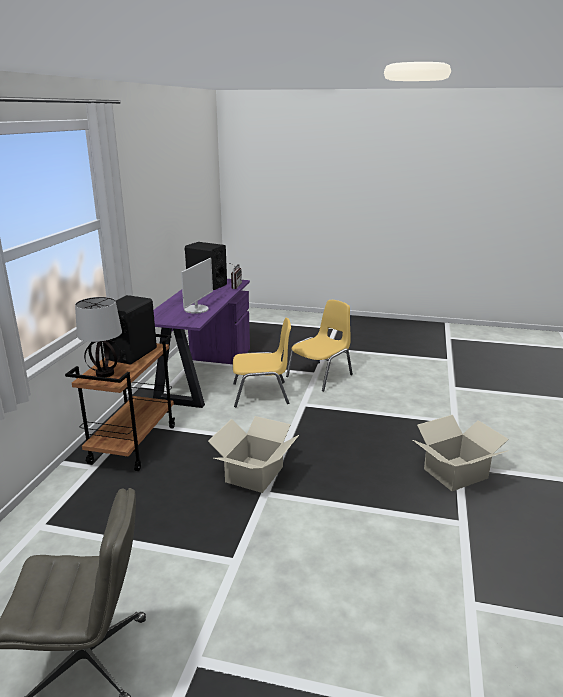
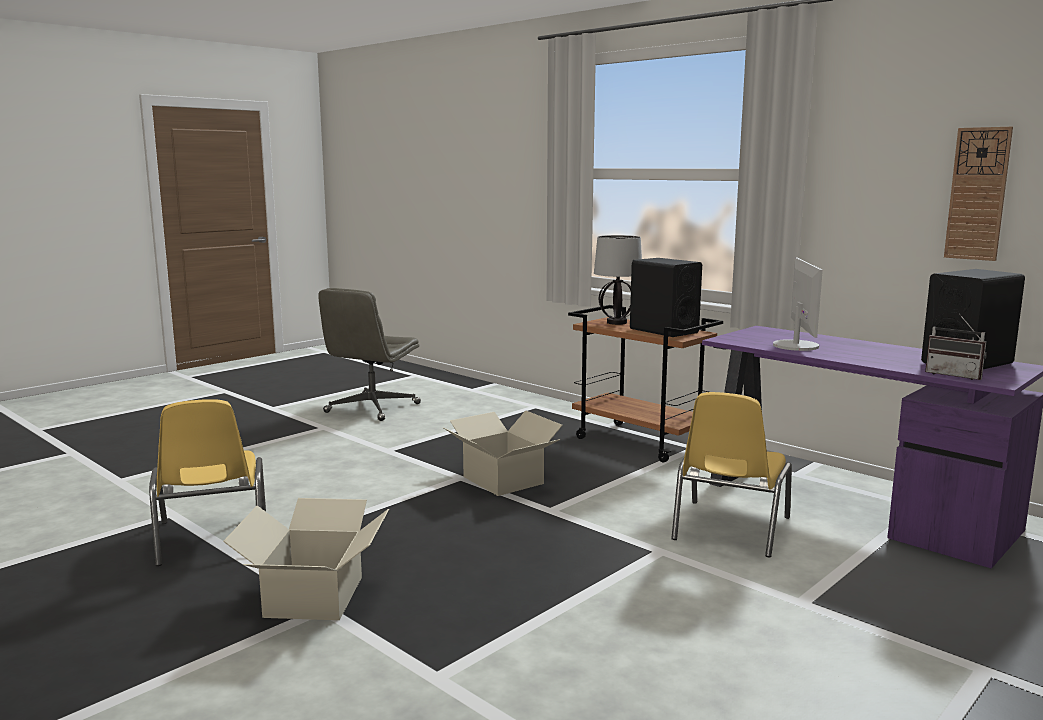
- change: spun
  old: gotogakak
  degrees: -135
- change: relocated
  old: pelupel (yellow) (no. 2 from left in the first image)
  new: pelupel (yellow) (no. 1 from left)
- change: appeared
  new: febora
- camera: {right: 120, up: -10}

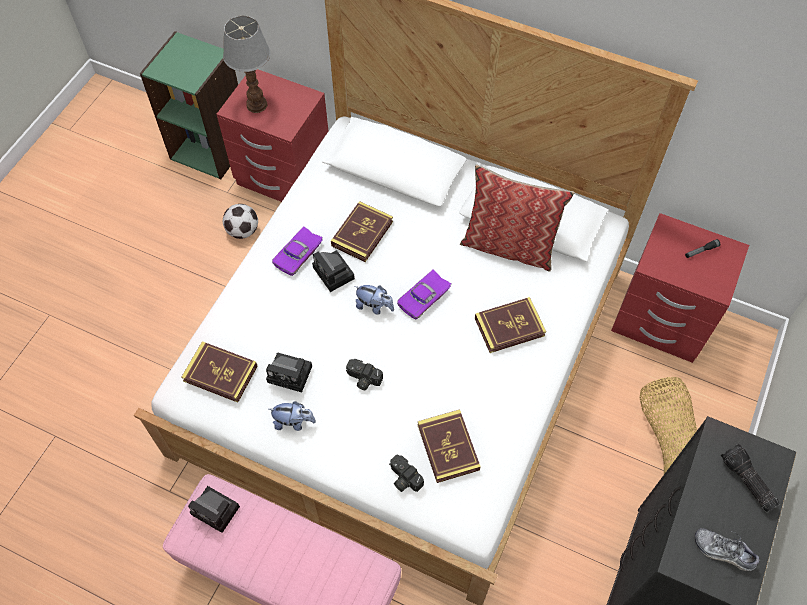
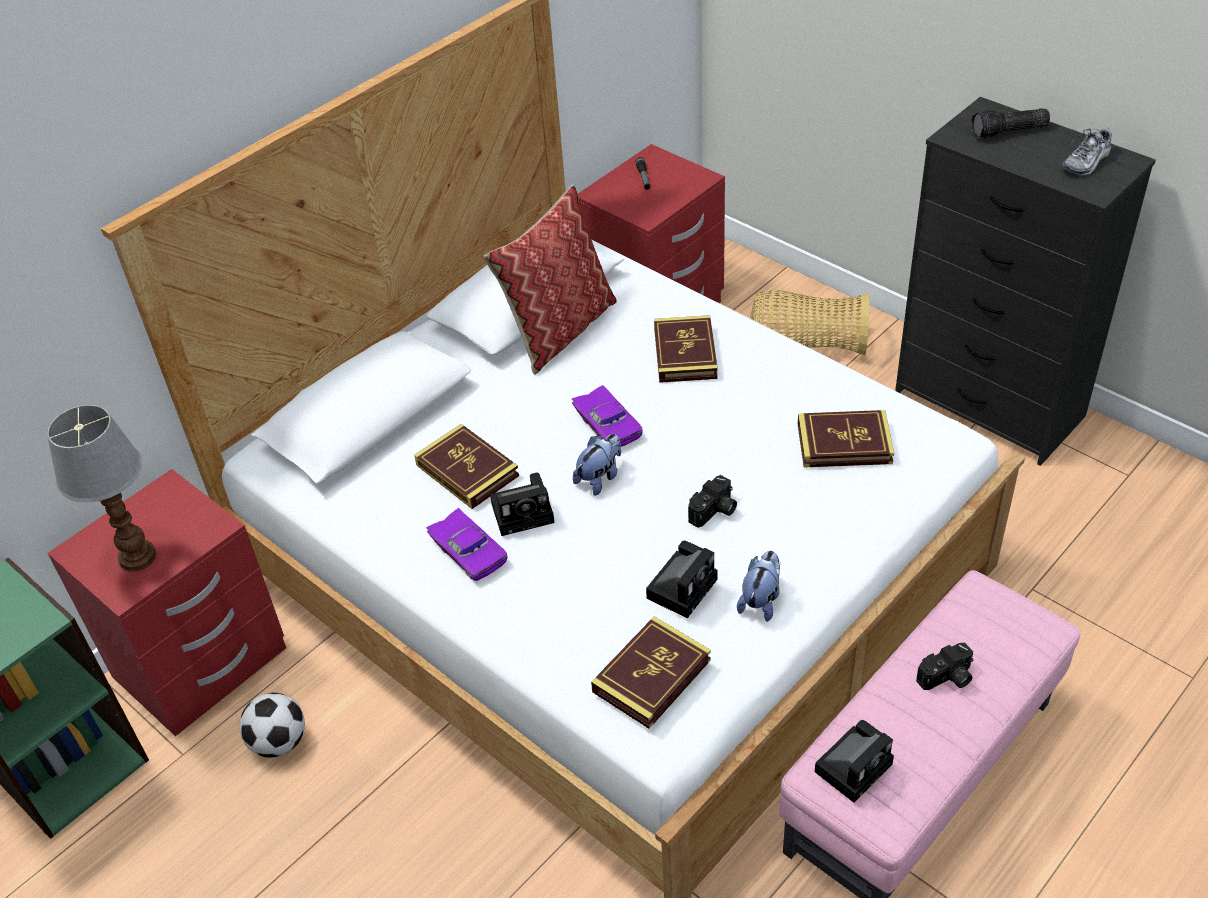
- change: relocated
  old: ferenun (no. 5 from left)
- camera: {right: -70, up: -15}

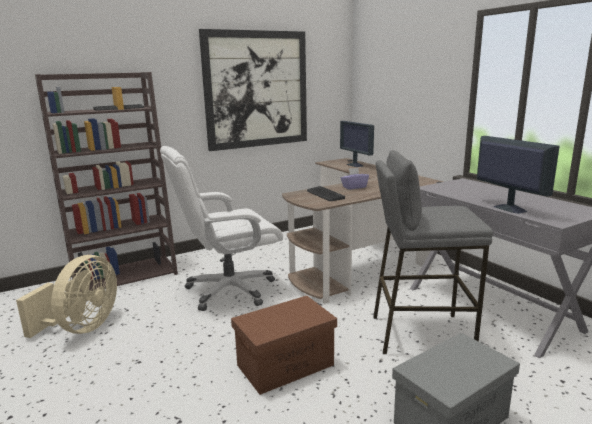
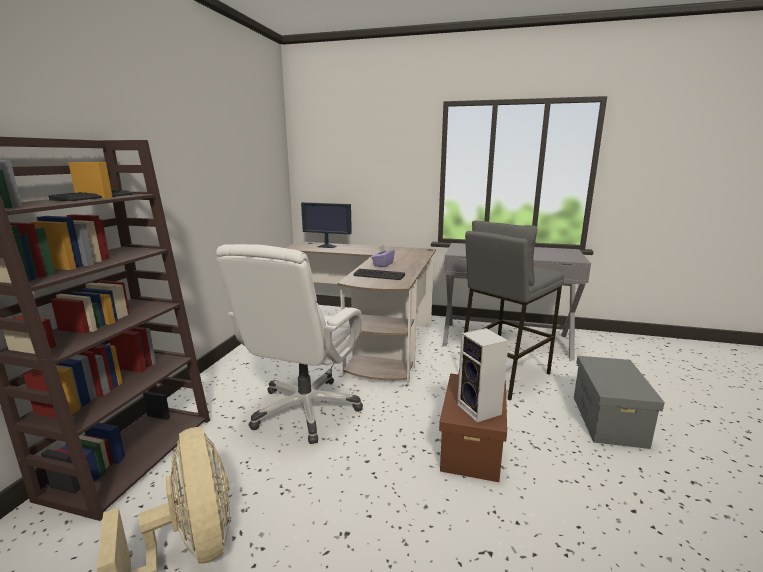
- change: missing
  old: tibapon
- change: missing
  old: gotogakak (no. 2 from left)
- change: appeared
  new: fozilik
- camera: {right: -45, up: 0}

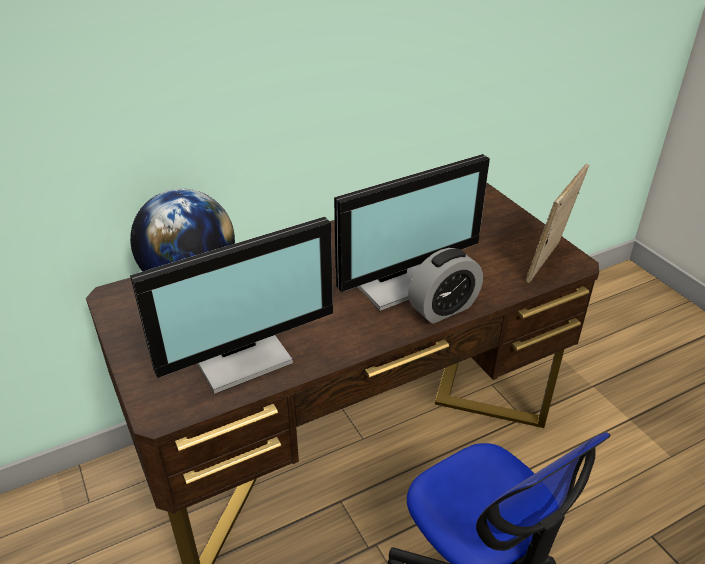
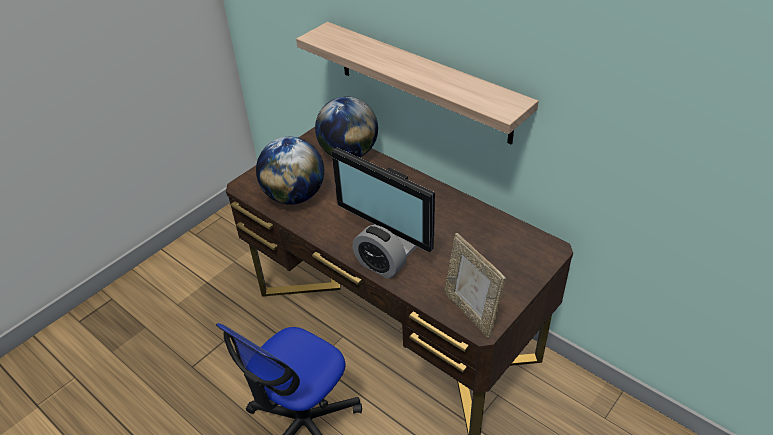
- change: exchanged
  old: gotogakak (no. 1 from left)
  new: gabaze (no. 1 from left)
- change: spun
  old: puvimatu
  degrees: -135
- change: appeared
  new: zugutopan
- camera: {right: 70, up: 5}

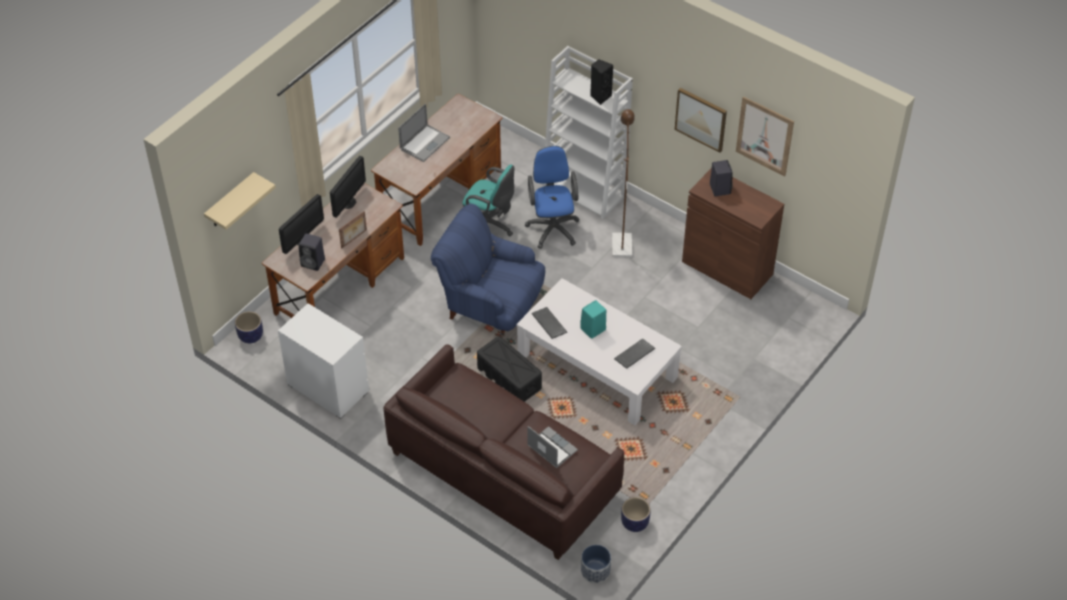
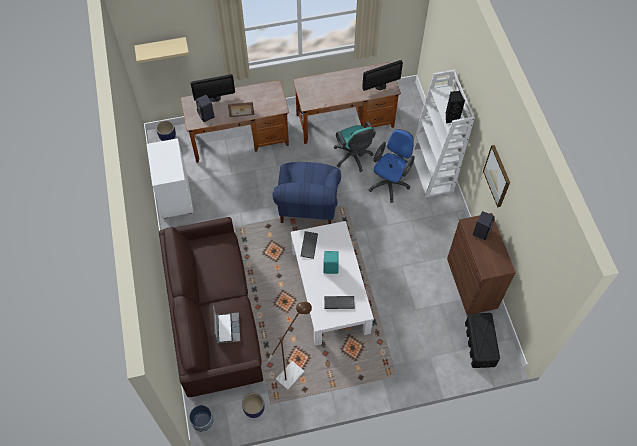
- change: relocated
  old: gotogakak (no. 2 from left)
- change: missing
  old: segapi (no. 1 from left)
- change: spun
  old: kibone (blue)
  degrees: -150
- change: relocated
  old: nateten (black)
- change: relocated
  old: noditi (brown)
- change: missing
  old: tibapon (no. 2 from left)
- camera: {right: 40, up: 10}

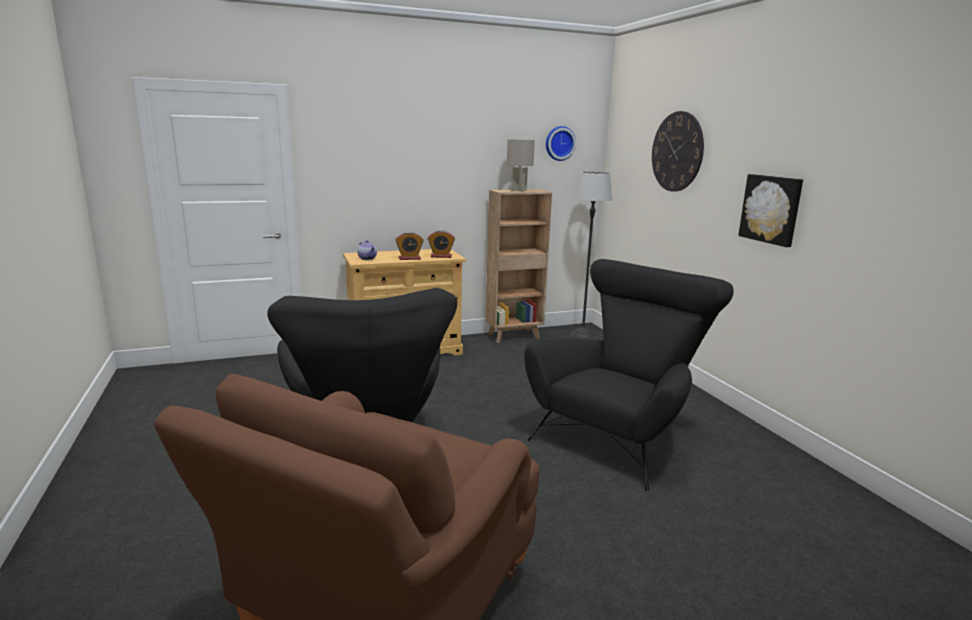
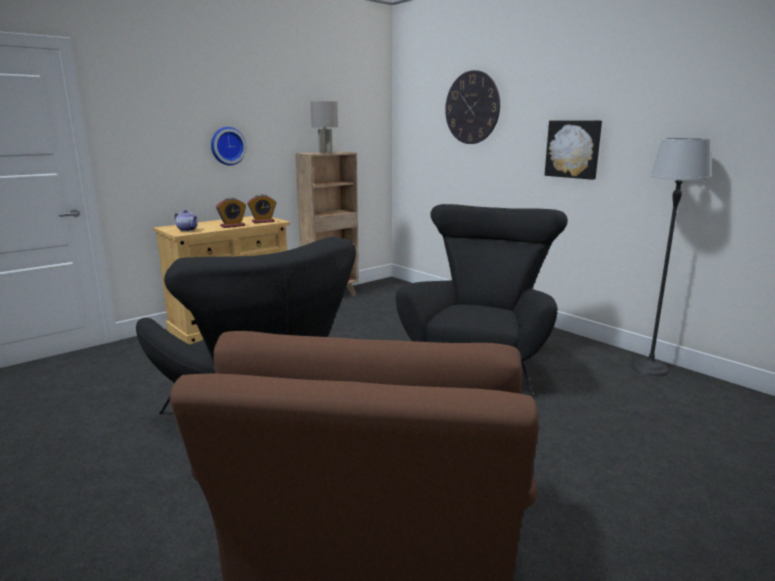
- change: relocated
  old: febora (no. 1 from left)
- change: relocated
  old: noditi
- camera: {right: -20, up: 0}

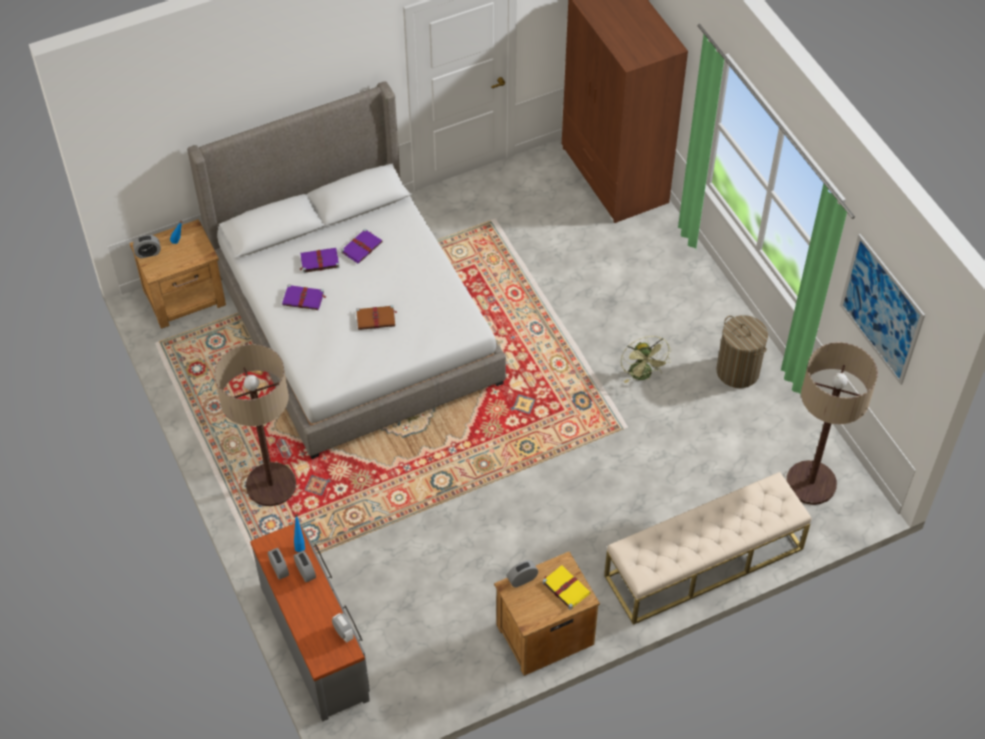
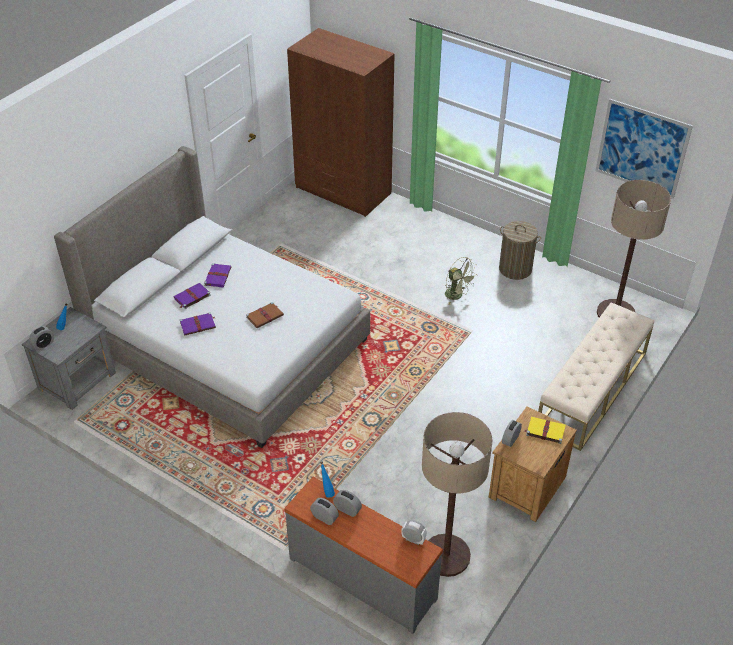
- change: colour
  old: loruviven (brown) (no. 1 from left)
  new: loruviven (grey)
- change: relocated
  old: noditi (no. 1 from left)
- camera: {right: -30, up: -10}

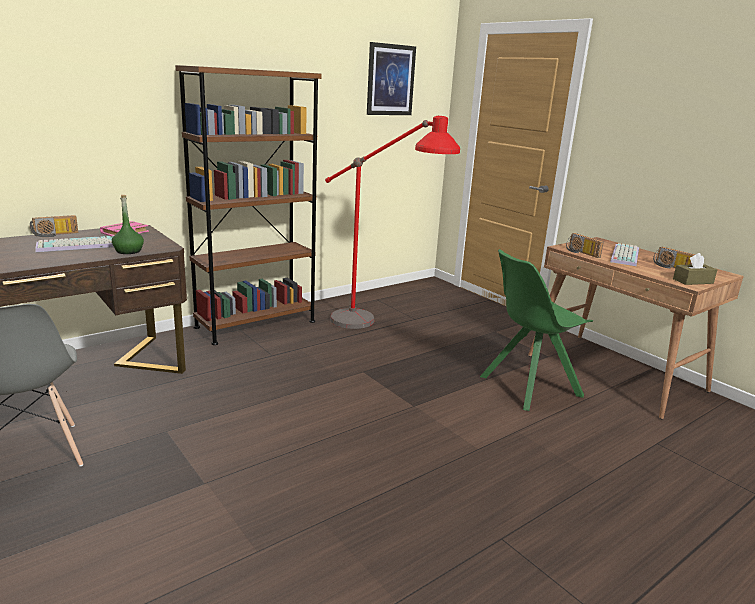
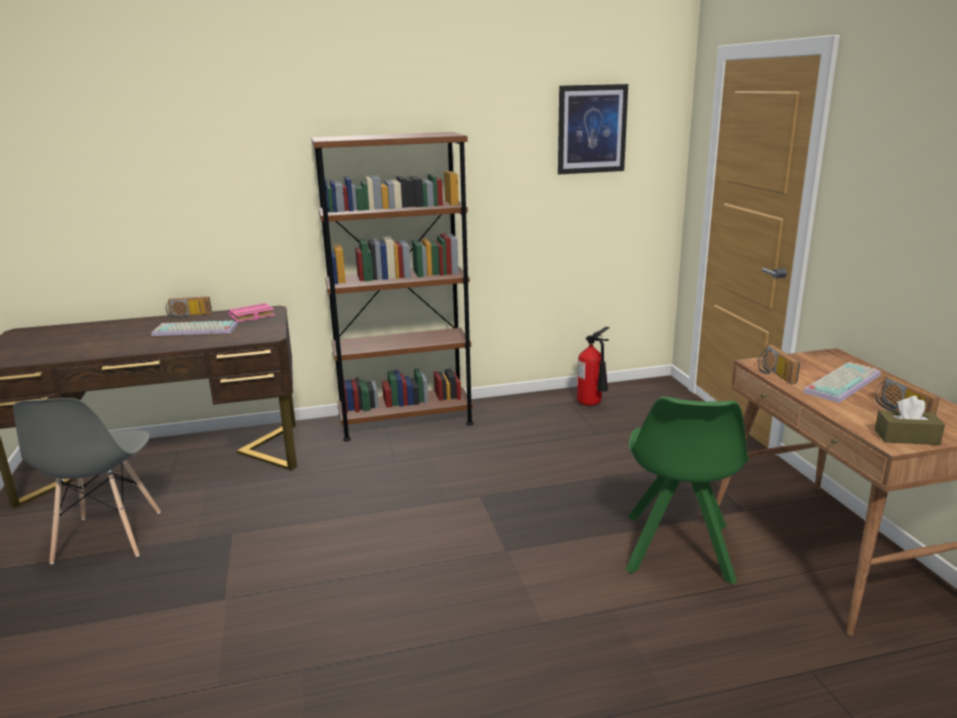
- change: missing
  old: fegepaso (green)
- change: missing
  old: noditi (red)
- change: spun
  old: pelupel (green)
  degrees: -75
- change: appeared
  new: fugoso
- camera: {right: 25, up: 0}

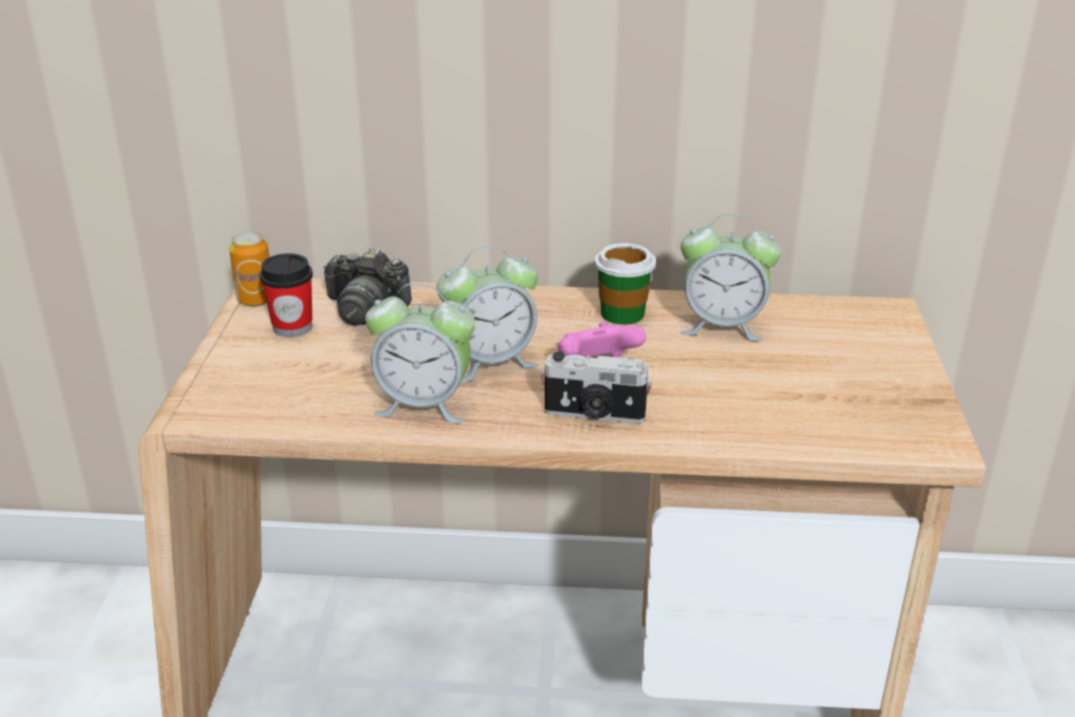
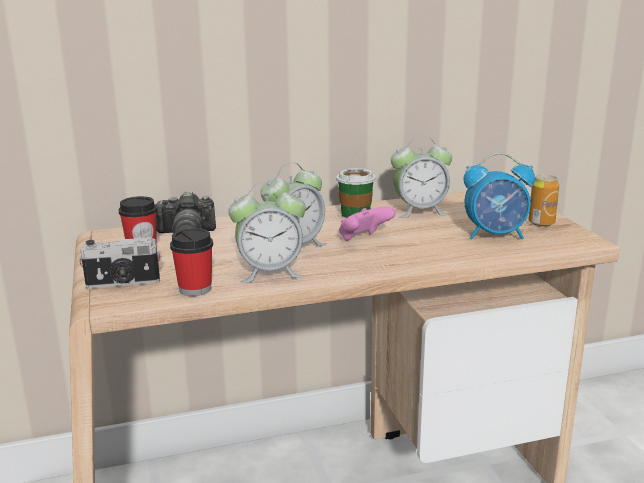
- change: relocated
  old: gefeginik
- change: relocated
  old: ferenun (no. 2 from left in the first image)
  new: ferenun (no. 1 from left)
- change: appeared
  new: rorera (no. 2 from left)
- change: appeared
  new: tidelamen (no. 4 from left)
- camera: {right: -20, up: -10}

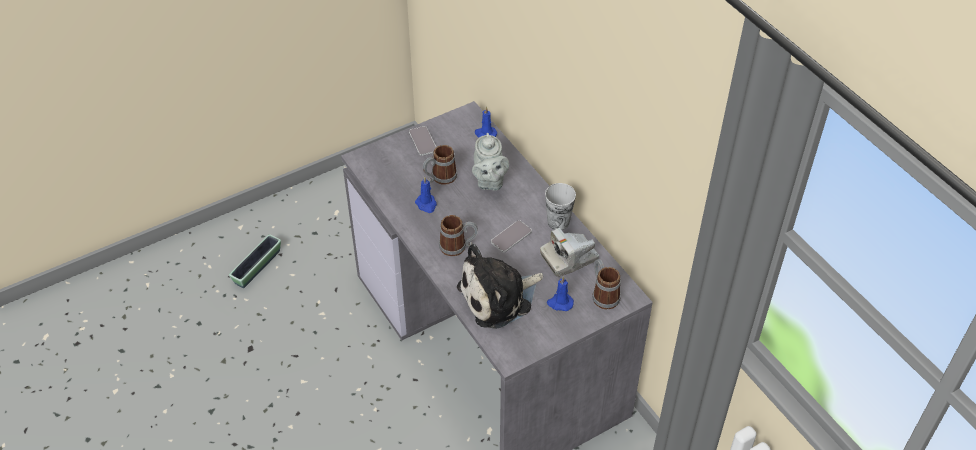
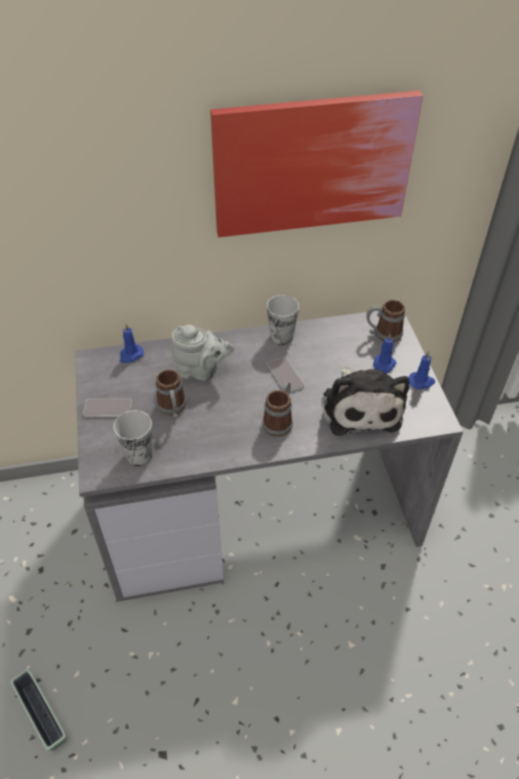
- change: relocated
  old: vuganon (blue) (no. 1 from left in the first image)
  new: vuganon (blue) (no. 3 from left)
- change: missing
  old: ferenun
- change: appeared
  new: rorera (no. 1 from left)
- change: appeared
  new: tibapon
- camera: {right: -70, up: 0}

